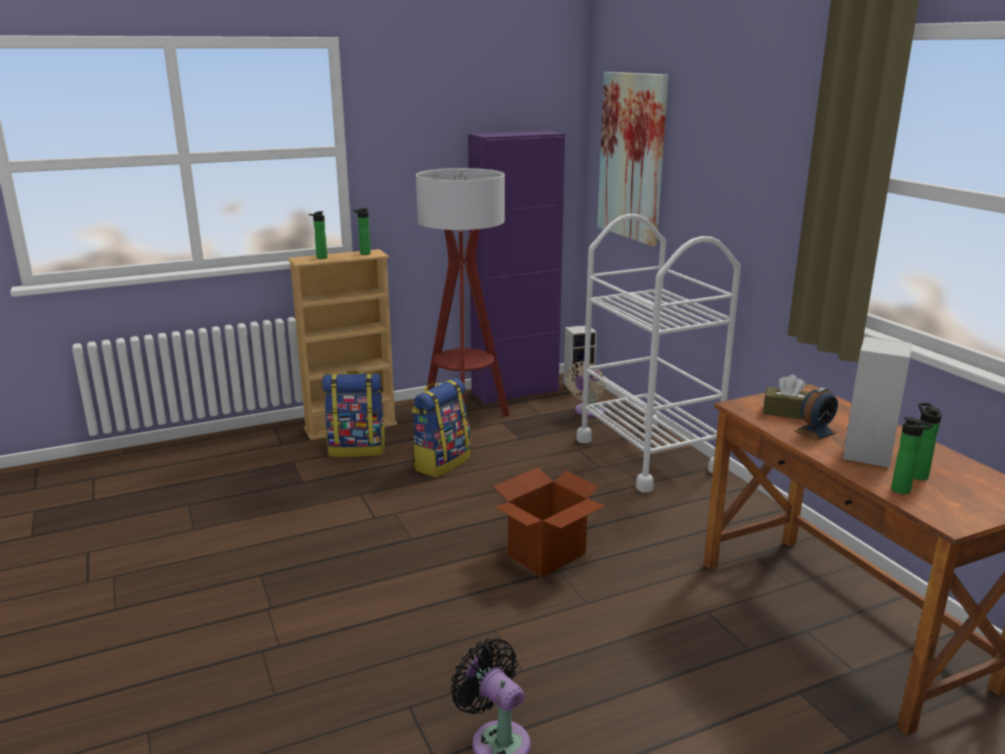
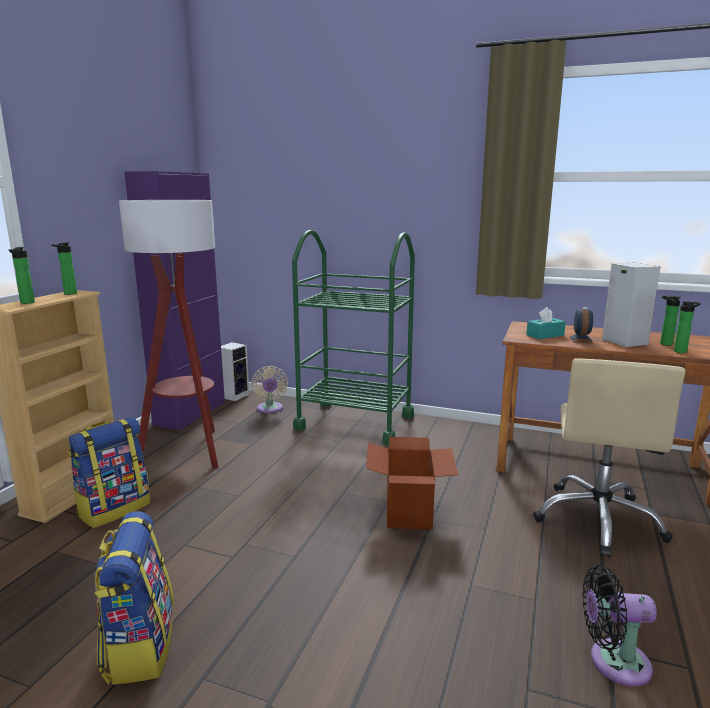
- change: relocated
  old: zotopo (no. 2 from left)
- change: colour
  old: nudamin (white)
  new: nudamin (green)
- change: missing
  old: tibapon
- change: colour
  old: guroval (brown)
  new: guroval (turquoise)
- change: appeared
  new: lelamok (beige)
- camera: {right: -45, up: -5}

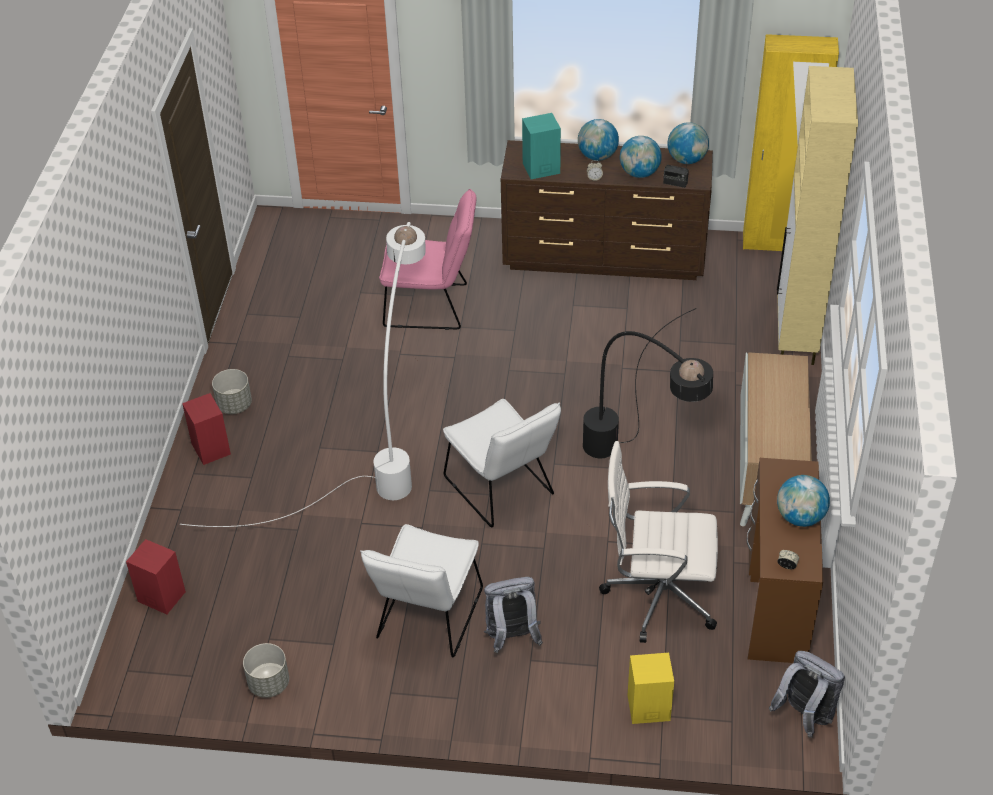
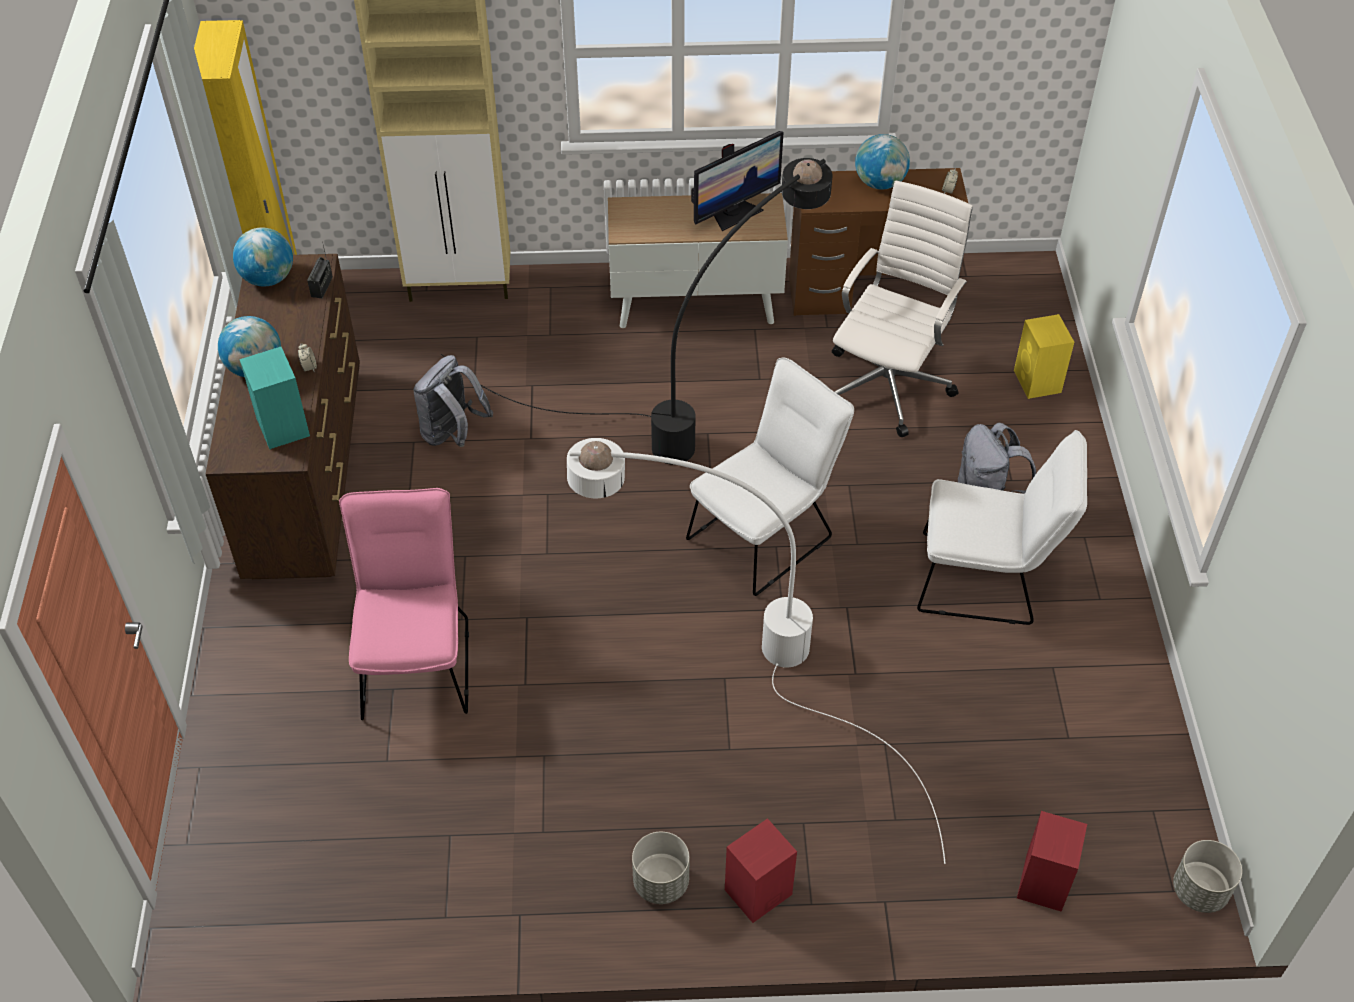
- change: relocated
  old: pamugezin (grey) (no. 2 from left)
- change: spun
  old: lelamok (white)
  degrees: -150
- change: missing
  old: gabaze (no. 2 from left)
- change: relocated
  old: zotopo (grey) (no. 2 from left in the first image)
  new: zotopo (grey) (no. 1 from left)
- change: appeared
  new: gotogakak
- camera: {right: -100, up: 5}

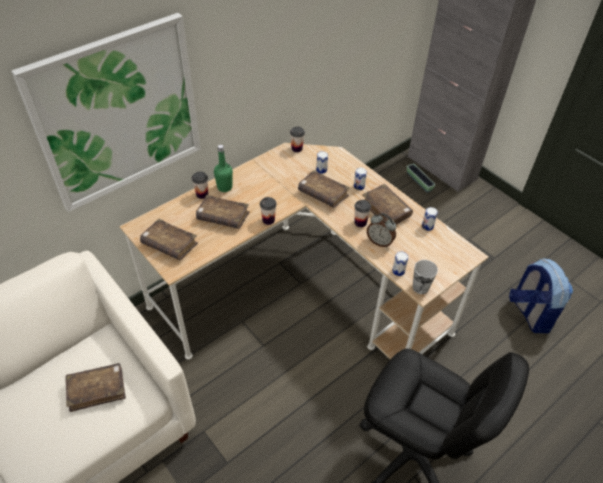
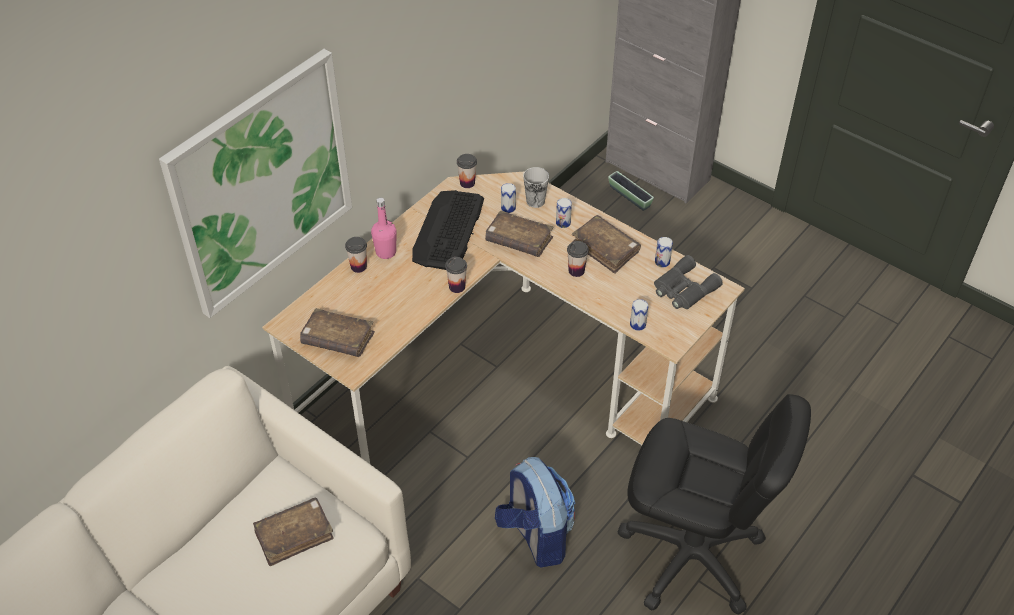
- change: missing
  old: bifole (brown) (no. 3 from left)
- change: colour
  old: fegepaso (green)
  new: fegepaso (pink)
- change: missing
  old: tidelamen
- change: relocated
  old: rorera (no. 5 from left in the first image)
  new: rorera (no. 4 from left)
- change: relocated
  old: zotopo
- change: appeared
  new: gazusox
- change: appeared
  new: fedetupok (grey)
- camera: {right: -10, up: 0}

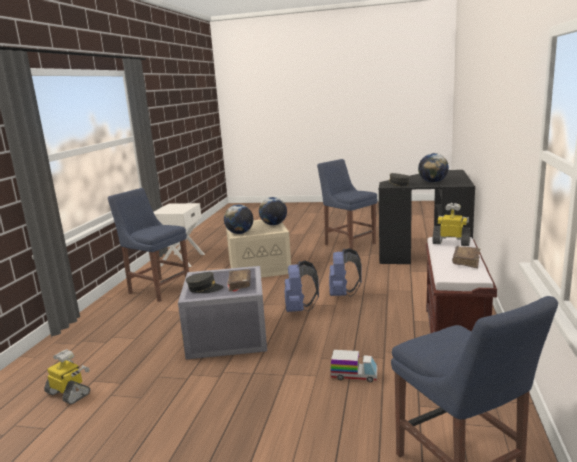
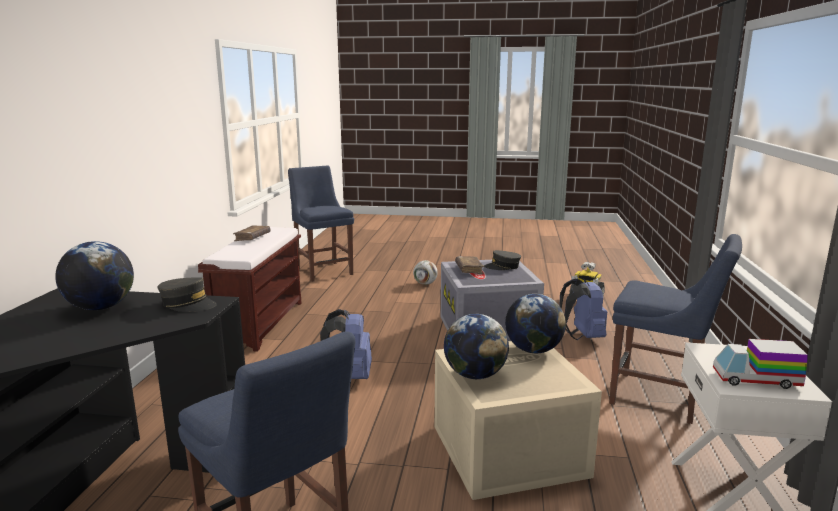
- change: relocated
  old: zotopo (blue) (no. 1 from left in the first image)
  new: zotopo (blue) (no. 2 from left)
- change: relocated
  old: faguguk
- change: missing
  old: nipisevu (no. 2 from left)
- change: appeared
  new: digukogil
- camera: {right: 175, up: 0}

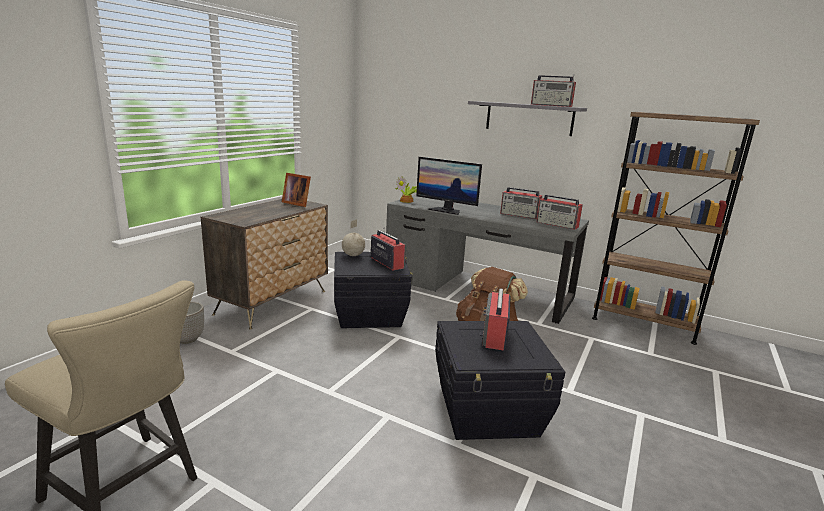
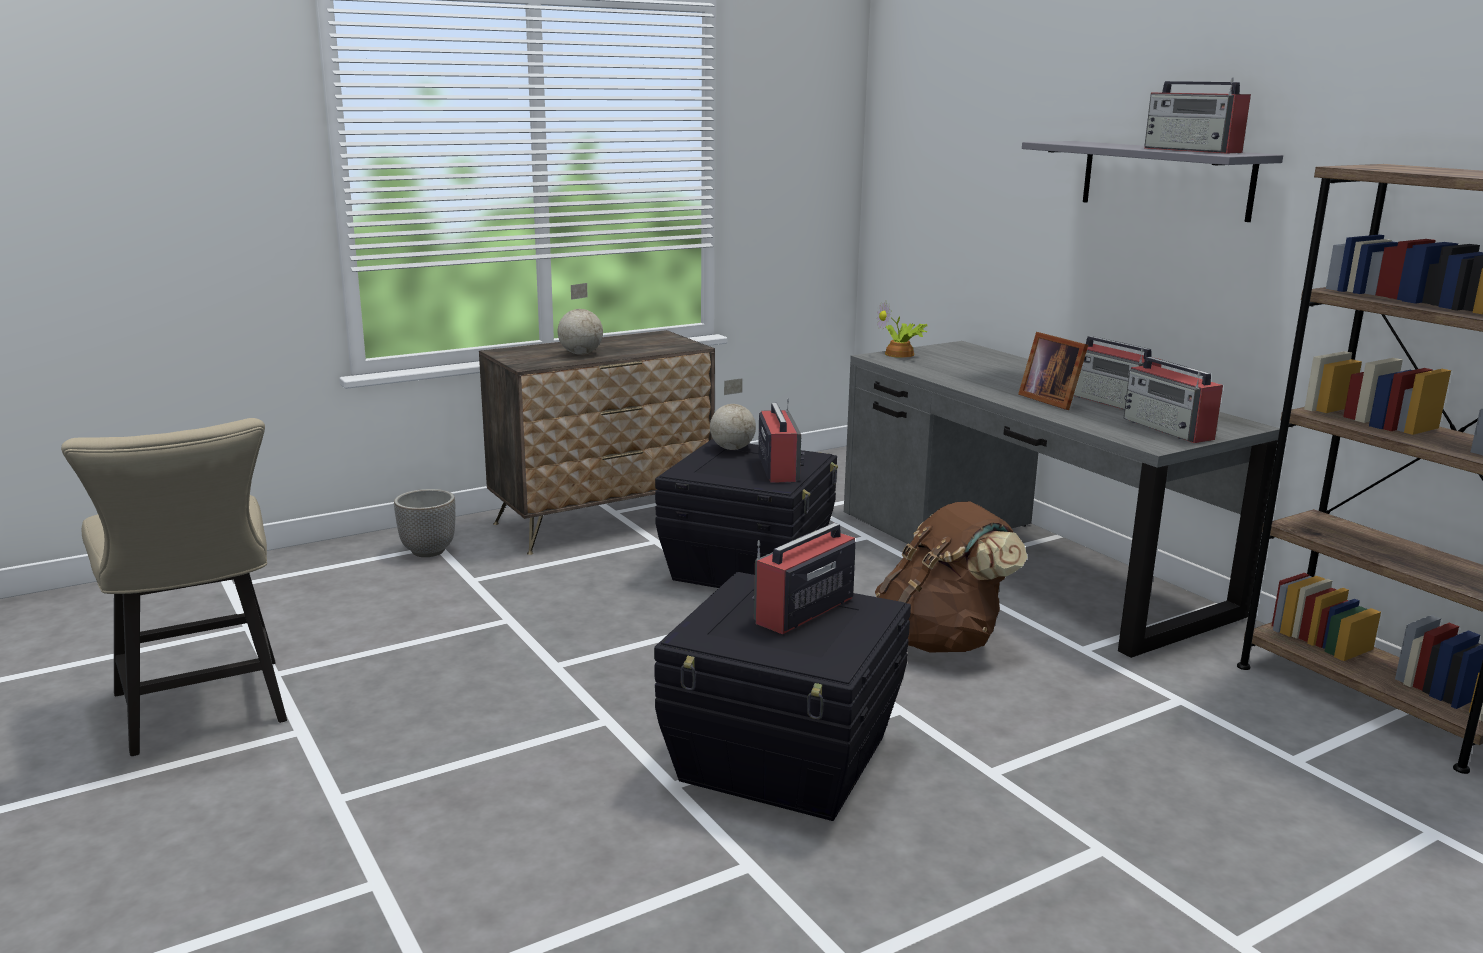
- change: relocated
  old: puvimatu
- change: missing
  old: gotogakak
- change: appeared
  new: gabaze (no. 1 from left)
- camera: {right: 30, up: 0}

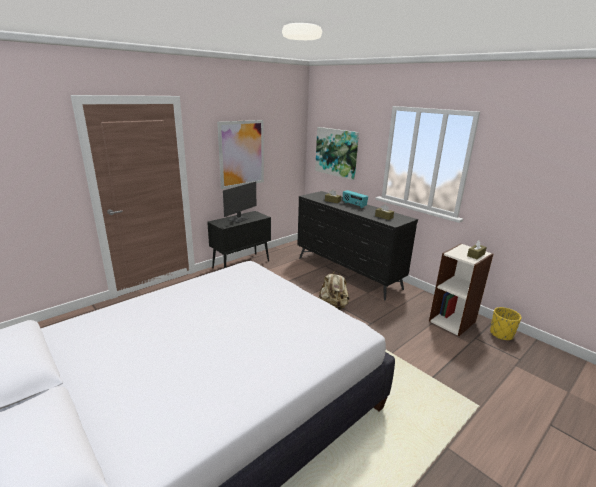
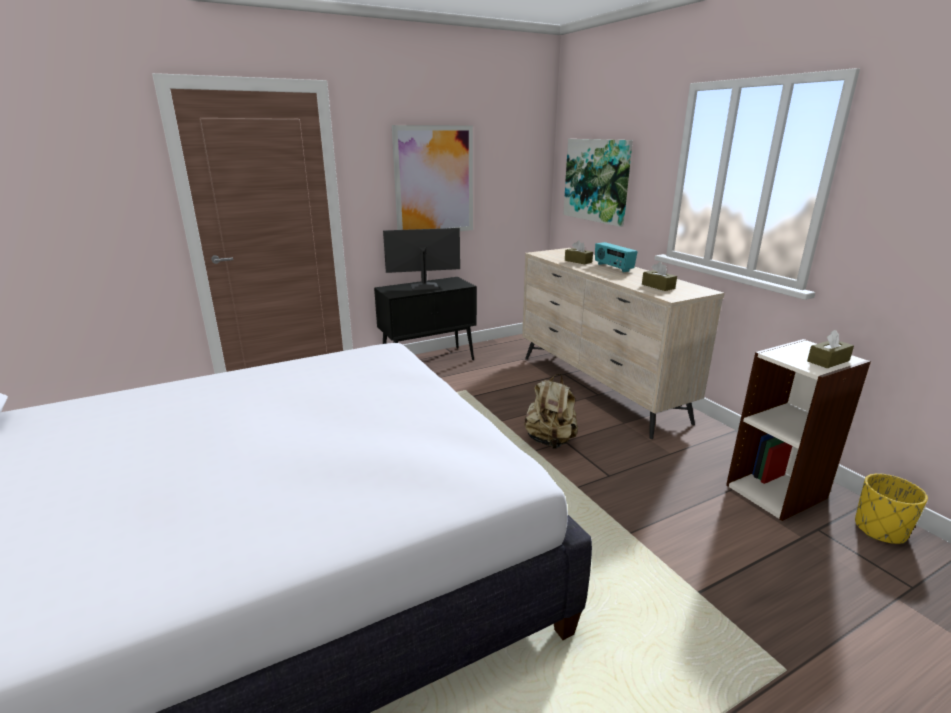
- change: spun
  old: gotogakak
  degrees: -150
- change: colour
  old: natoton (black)
  new: natoton (beige)
- camera: {right: 15, up: 0}

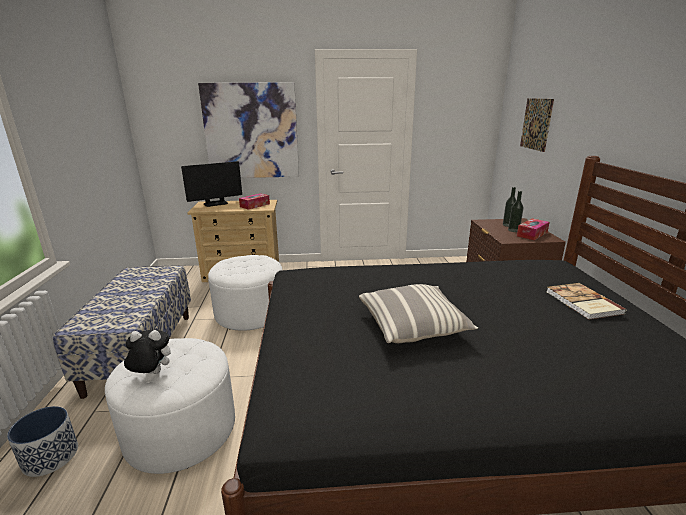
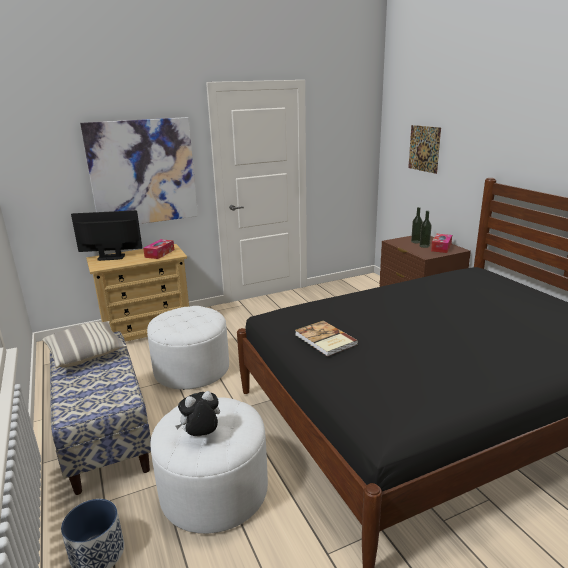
- change: spun
  old: gotogakak
  degrees: -135
- change: relocated
  old: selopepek
- change: relocated
  old: bifole
- camera: {right: -20, up: 0}

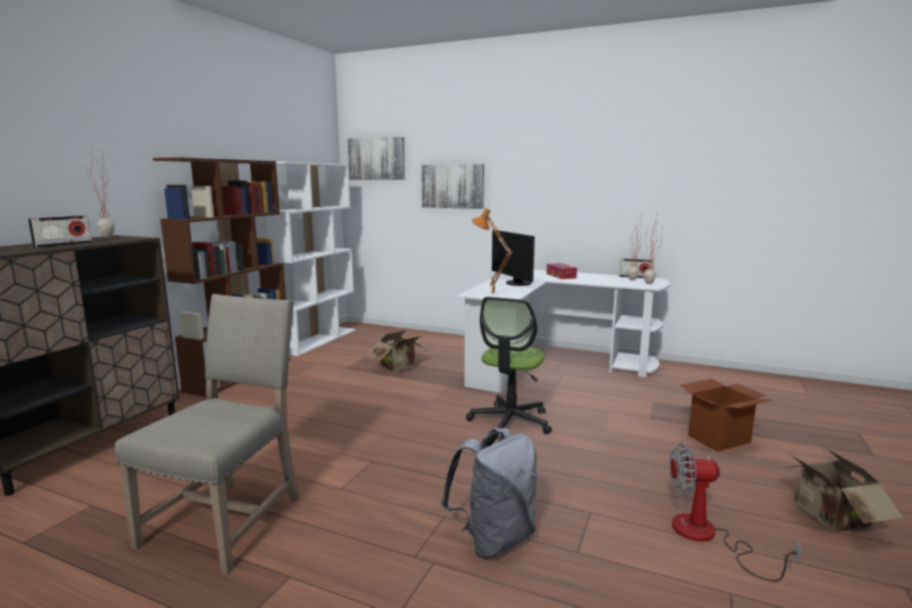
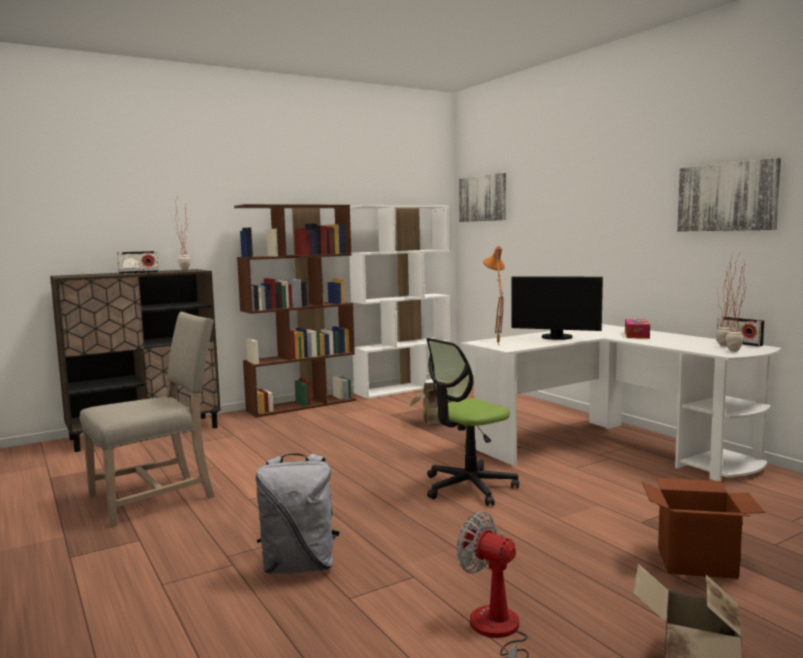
- change: relocated
  old: tibapon (no. 2 from left)
- change: spun
  old: gotogakak
  degrees: -75
- camera: {right: 35, up: -5}

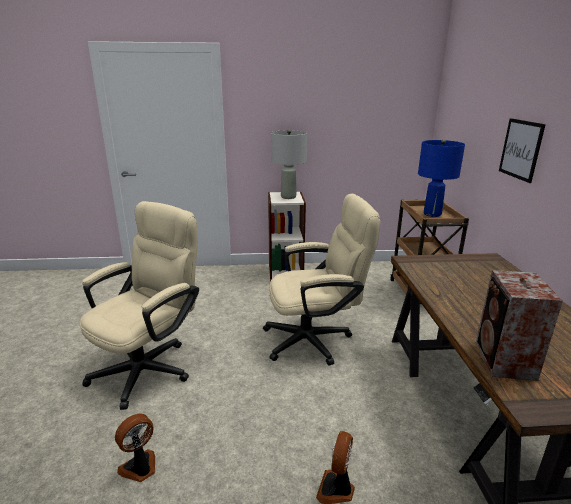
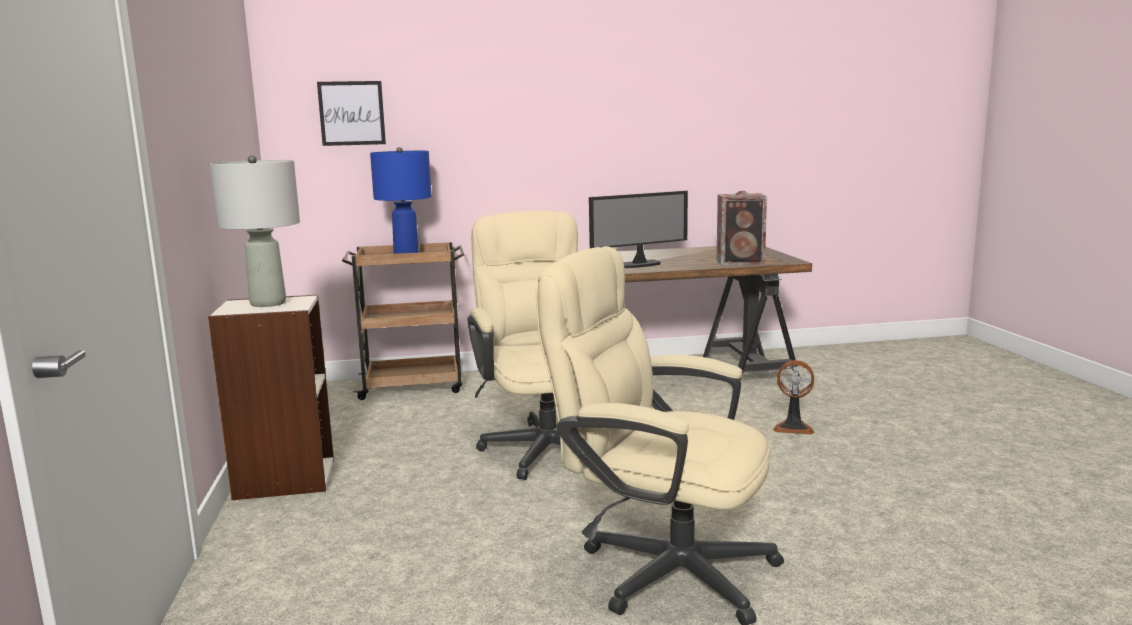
- change: missing
  old: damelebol (no. 1 from left)
- change: relocated
  old: tibapon
- change: appeared
  new: gotogakak
- camera: {right: -95, up: -10}

